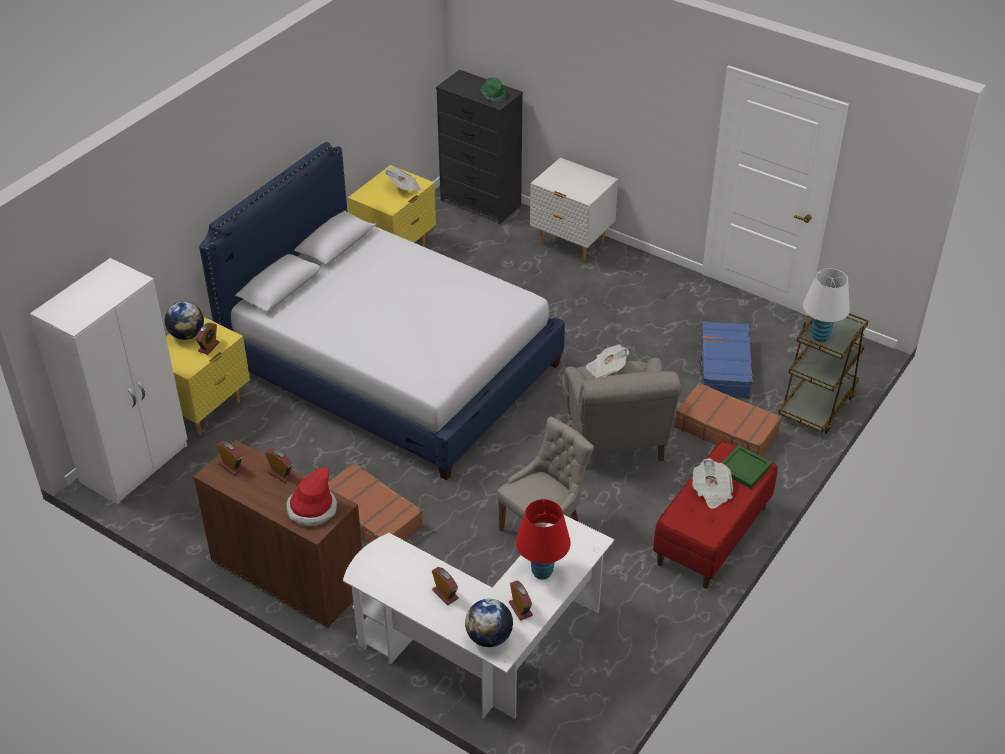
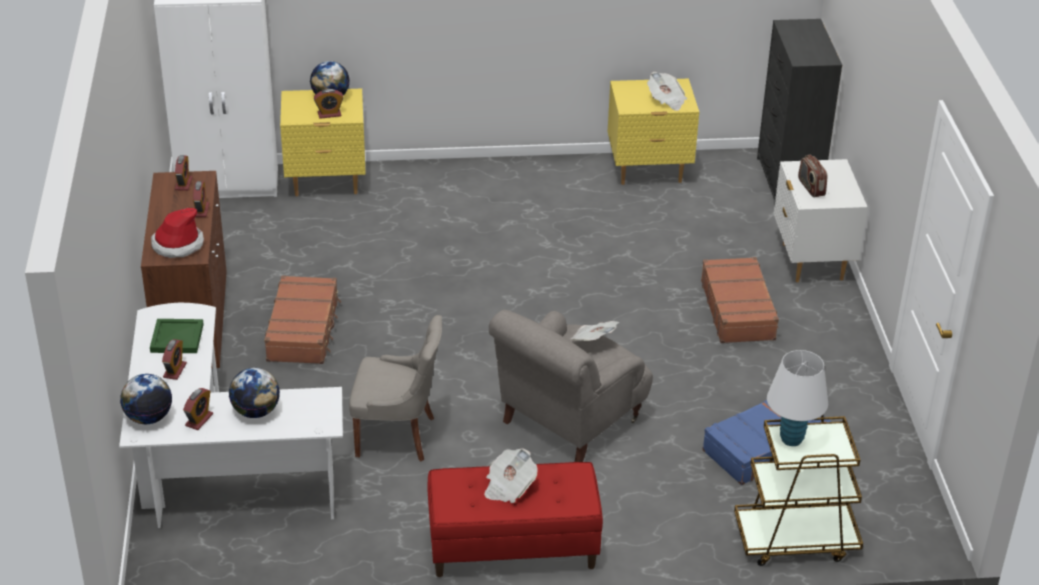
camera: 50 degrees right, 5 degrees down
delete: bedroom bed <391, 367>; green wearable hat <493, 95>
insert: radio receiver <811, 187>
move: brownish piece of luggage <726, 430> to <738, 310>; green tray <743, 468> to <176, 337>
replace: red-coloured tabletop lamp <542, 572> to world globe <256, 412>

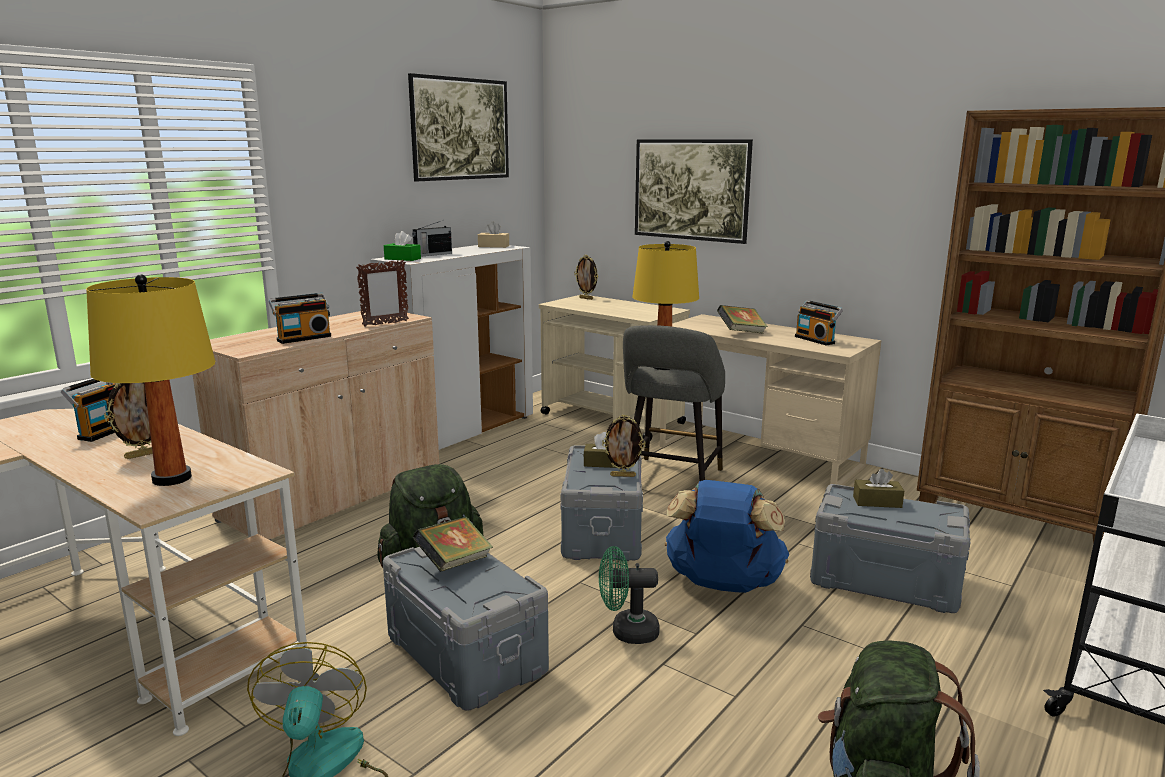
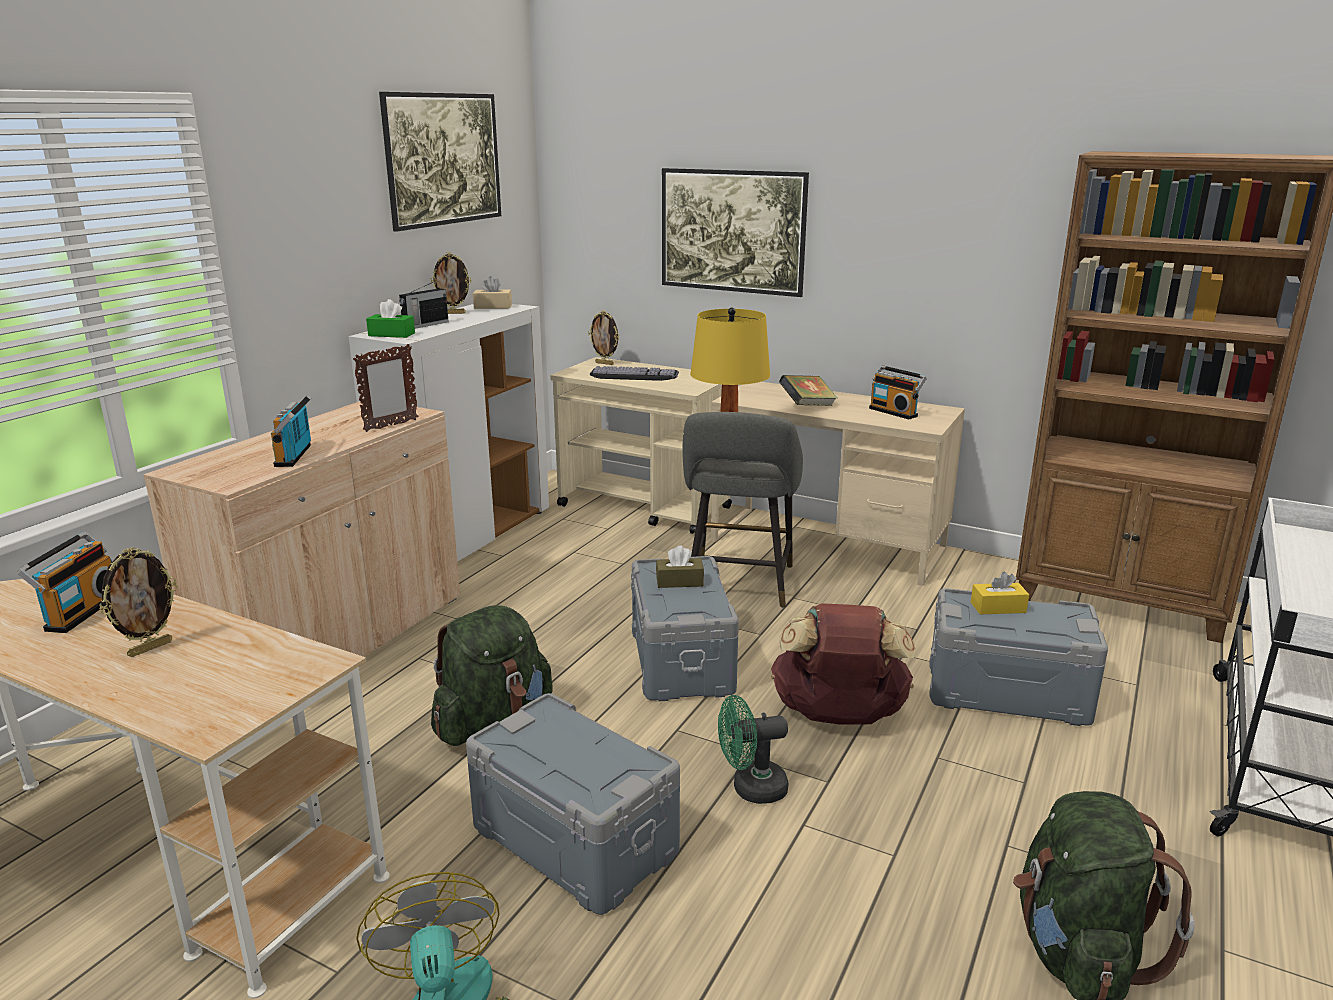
camera: 10 degrees left, 5 degrees up
delete: yellow tabletop lamp <172, 478>; volume <454, 563>
insert: keyboard <632, 375>
move: standing frame <623, 475> to <453, 313>
recolor: blue backpack <722, 585> to brownish backpack <838, 717>; brownish box of tissues <877, 502> to yellow box of tissues <998, 607>
rotate: radio receiver <303, 338> = <296, 456> 135 degrees clockwise

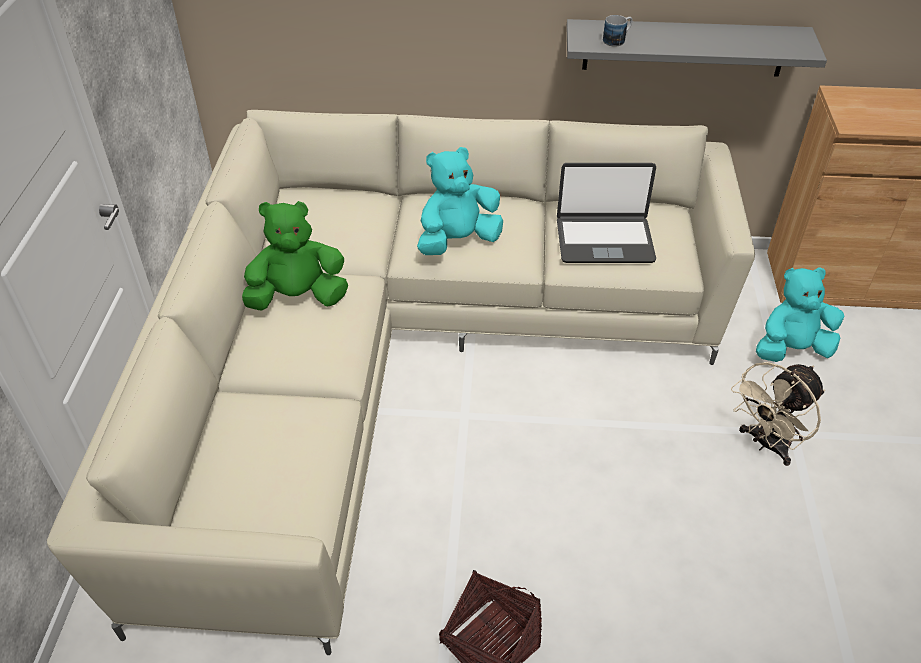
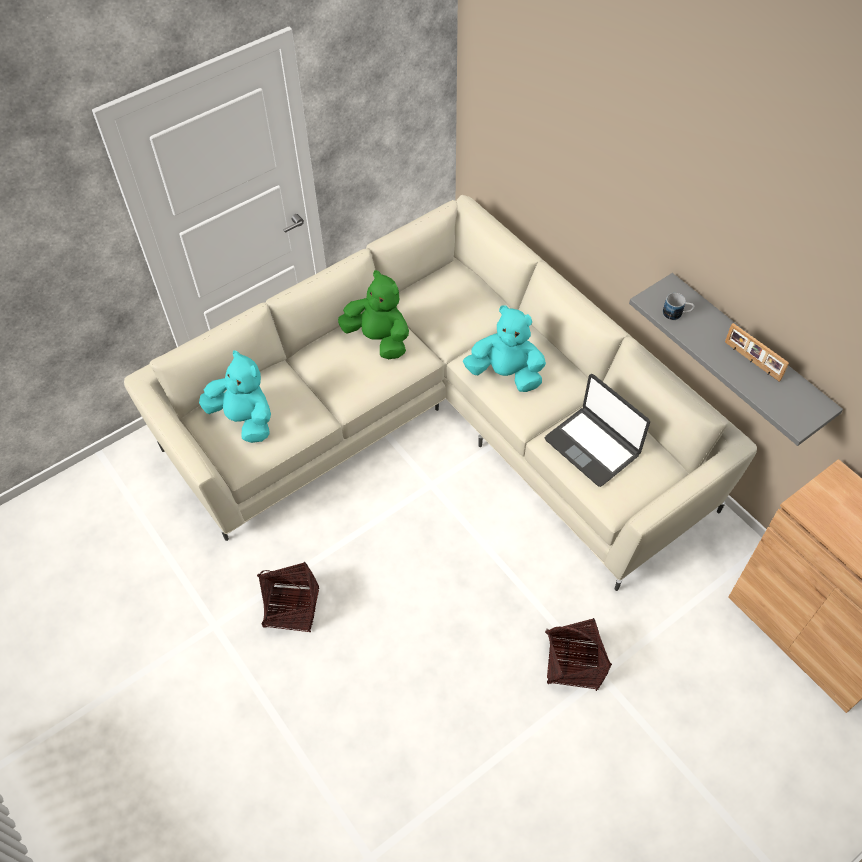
camera: 50 degrees right, 10 degrees up
insert: standing frame <751, 361>
move: turquoise plush toy <791, 349> to <244, 419>
replace: beige-coloured electric fan <766, 444> to household basket <573, 664>

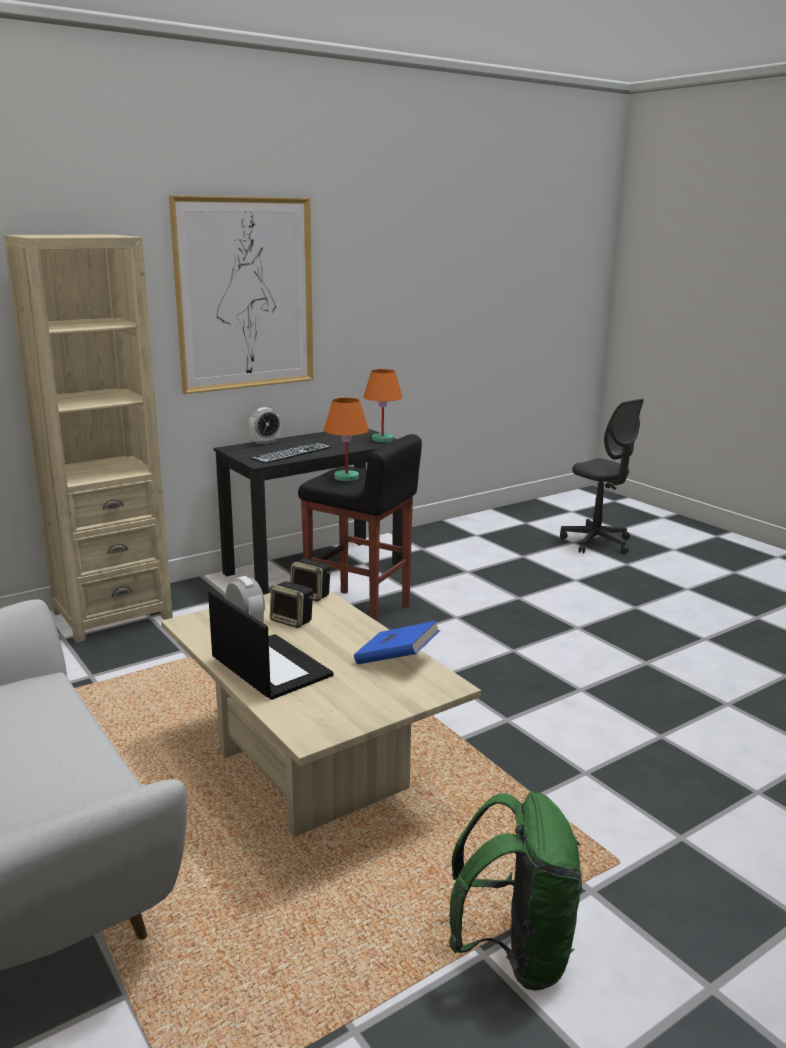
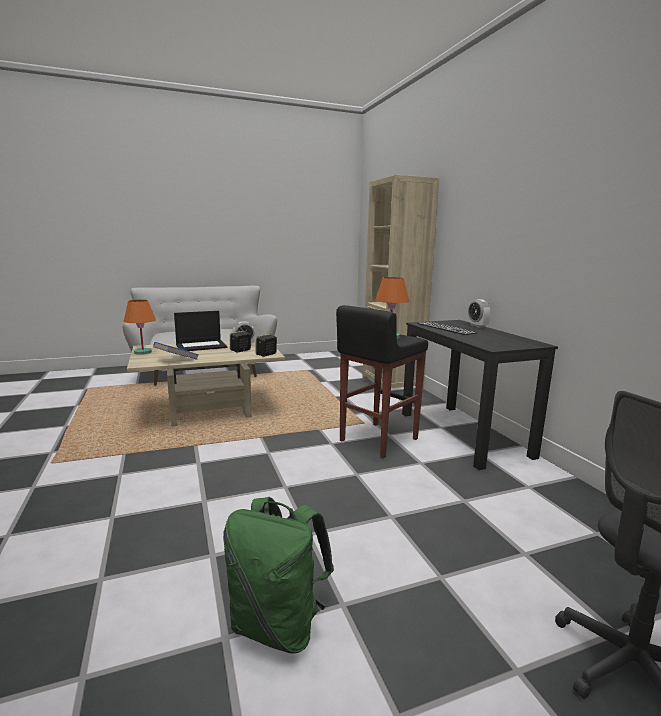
camera: 105 degrees right, 5 degrees down
delete: wall picture <245, 294>
move: orangey tabletop lamp <383, 439> to <142, 352>; green backpack <515, 953> to <278, 625>

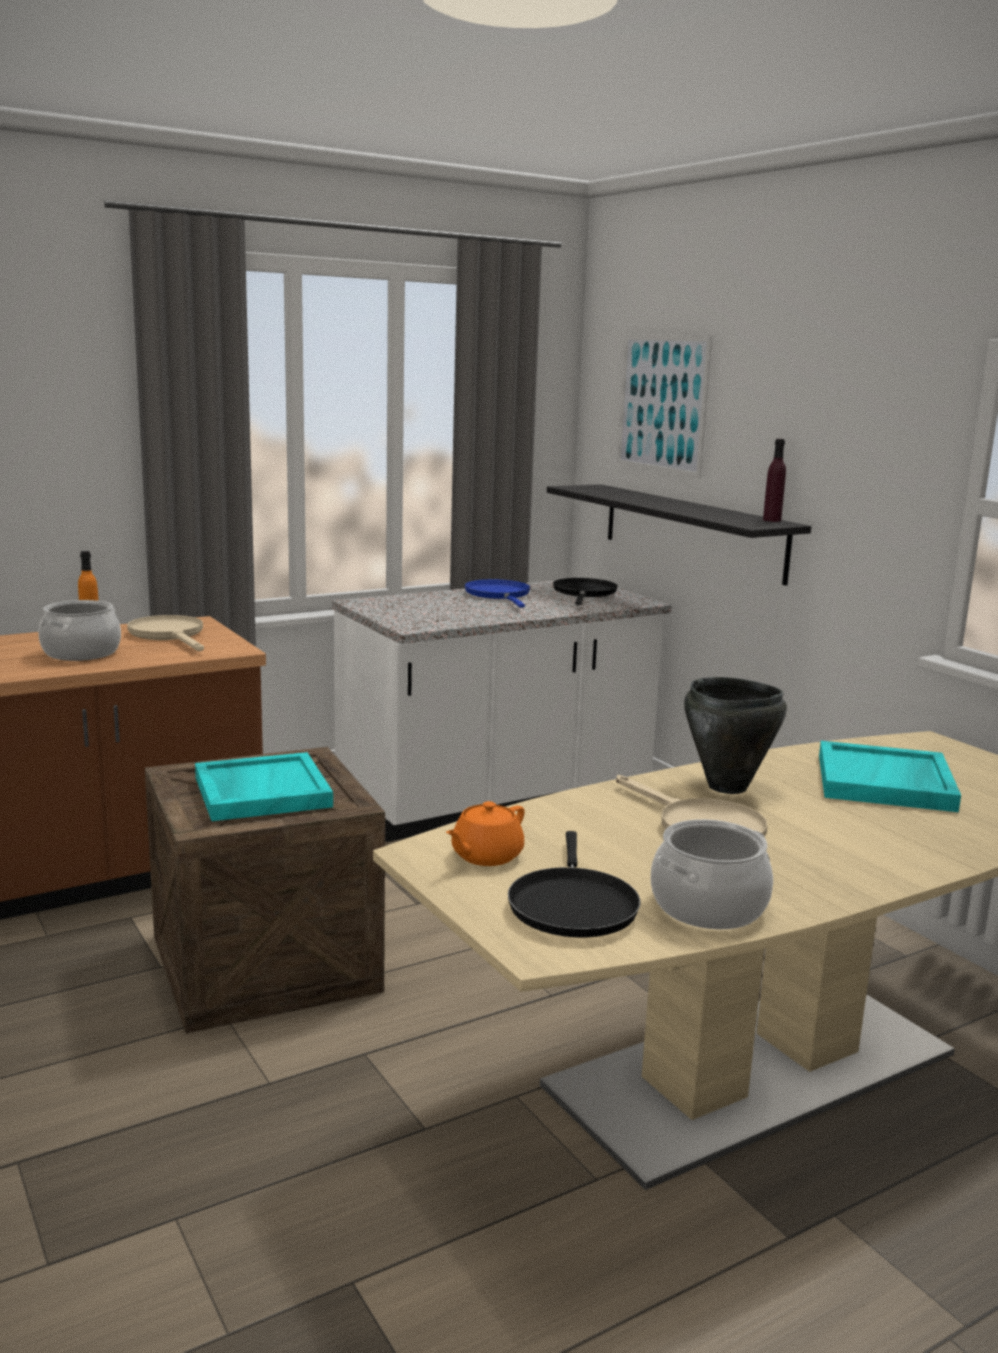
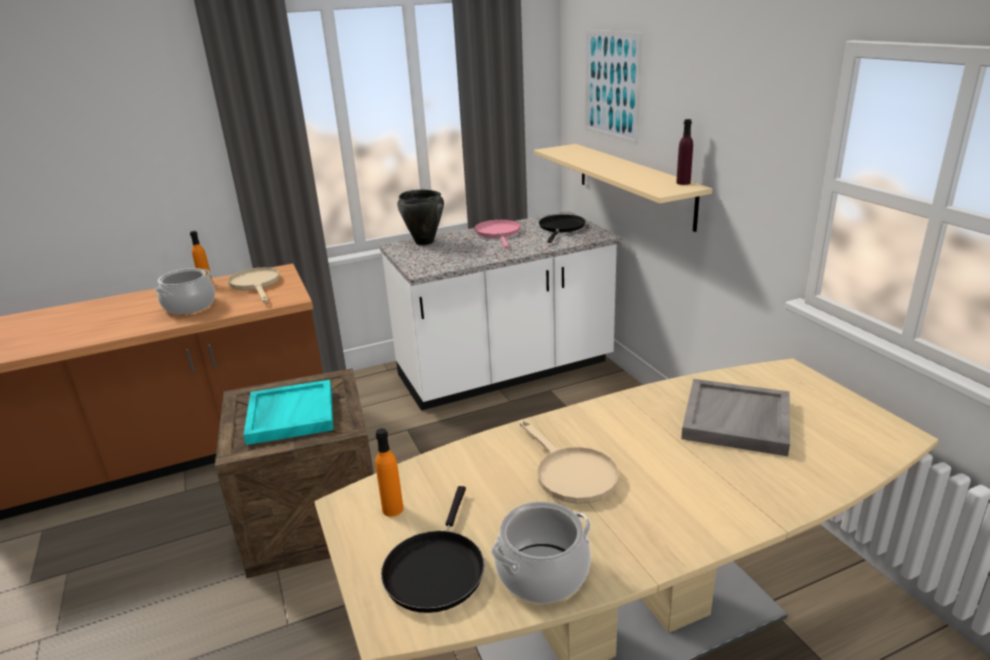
camera: 10 degrees right, 10 degrees up
move: black-coloured saucepot <727, 787> to <424, 242>
replace: orangey teapot <485, 856> to orangey drink bottle <392, 509>
recolor: blue pan <499, 595> to pink-coloured pan <498, 233>; black-coloured shelf <692, 531> to beige-coloured shelf <633, 184>; turquoise tray <886, 783> to gray tray <737, 421>

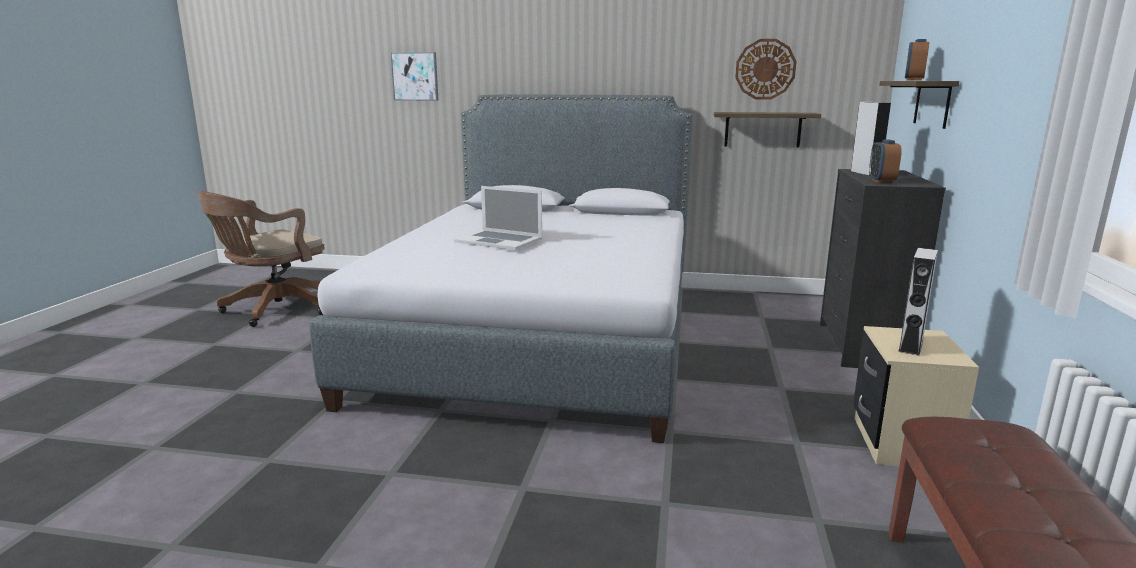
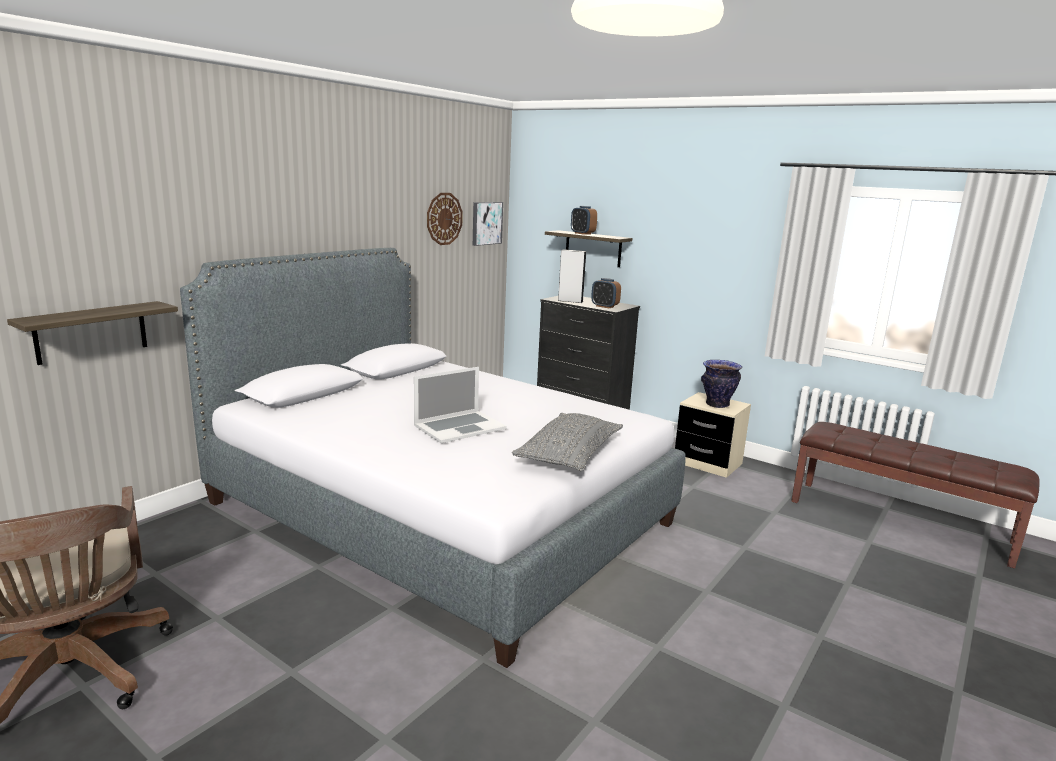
camera: 65 degrees left, 0 degrees up
insert: gray throw pillow <569, 454>
move: wall picture <415, 76> to <486, 223>; shelf <762, 129> to <91, 332>
replace: gray loudspeaker <911, 346> to vase <717, 404>

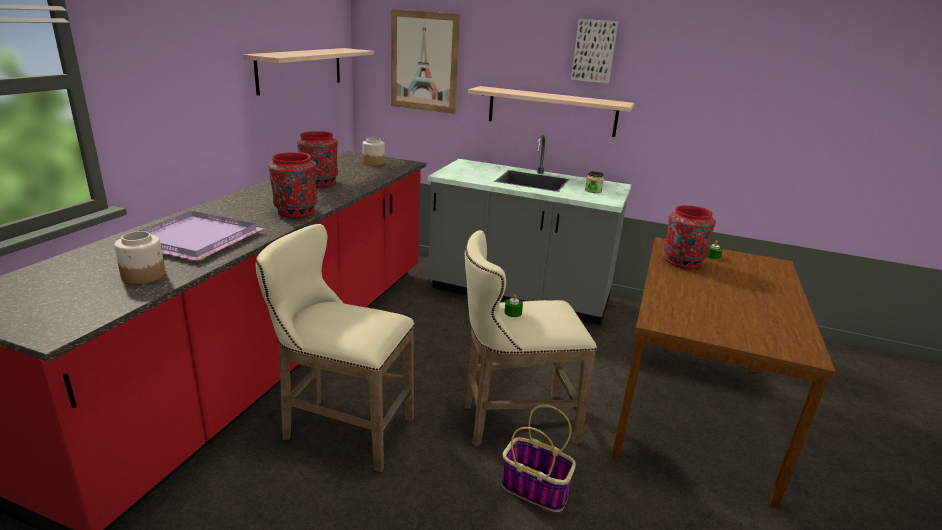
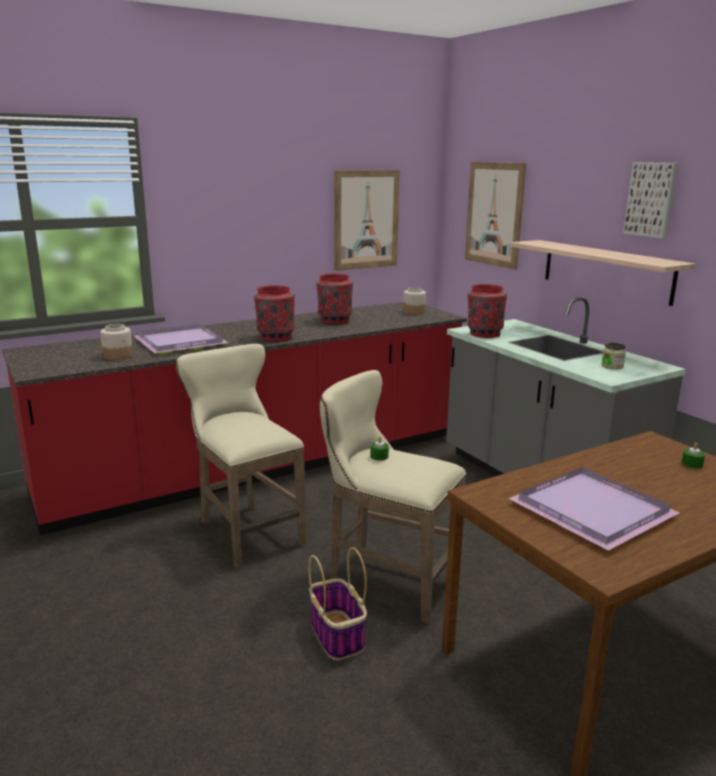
camera: 40 degrees right, 5 degrees down
insert: purple-coloured tray <595, 511>
move: red-coloured vase <682, 262> to <484, 334>
replace: shelf <300, 69> to wall picture <366, 220>

